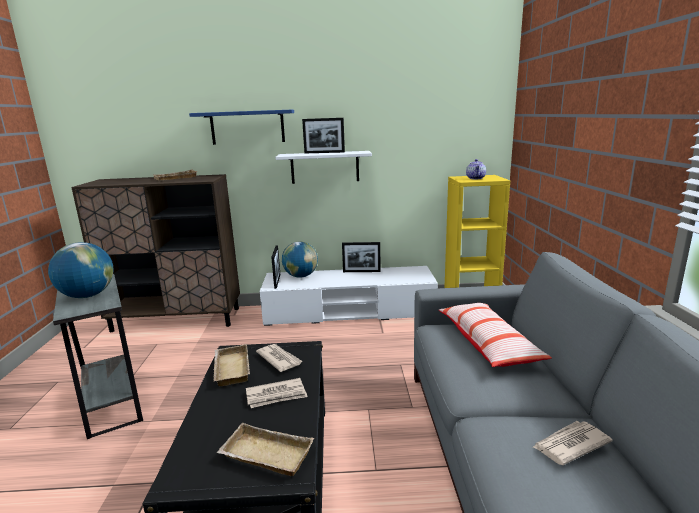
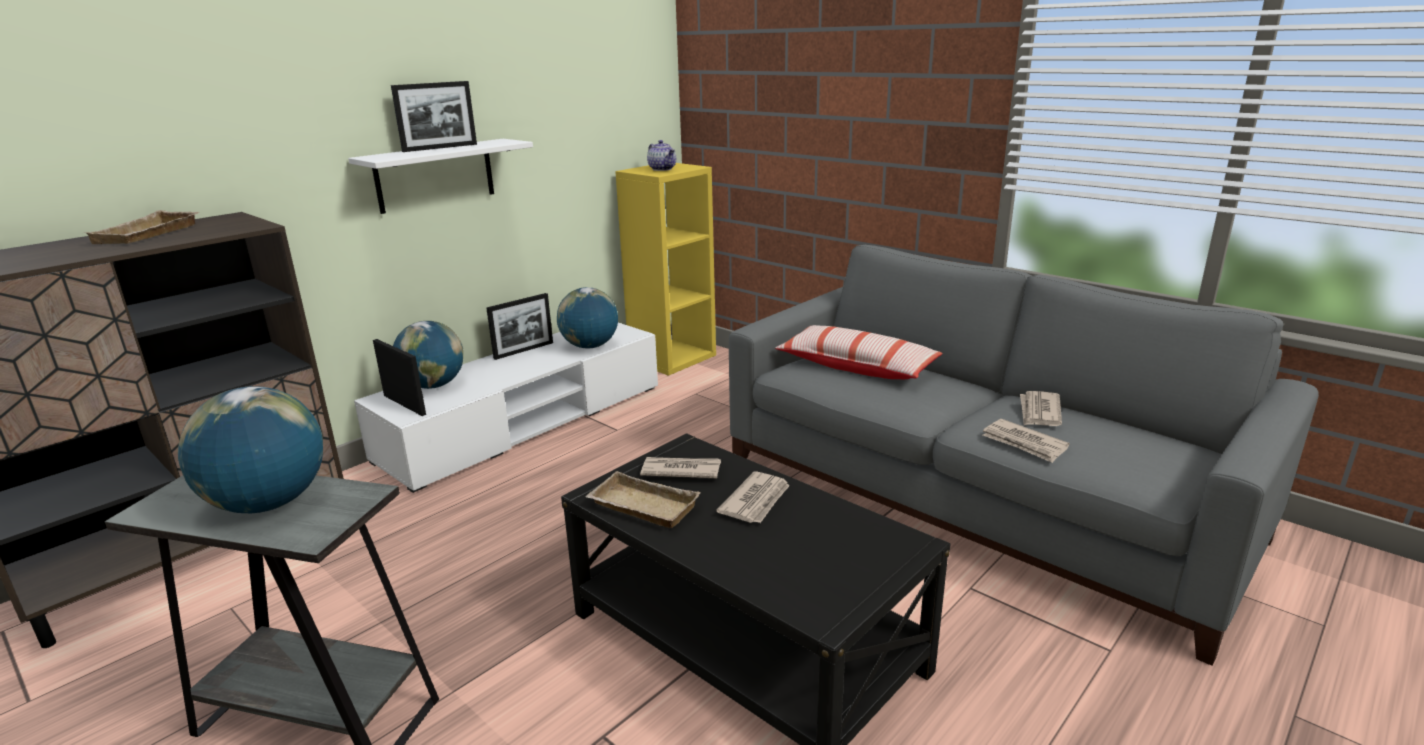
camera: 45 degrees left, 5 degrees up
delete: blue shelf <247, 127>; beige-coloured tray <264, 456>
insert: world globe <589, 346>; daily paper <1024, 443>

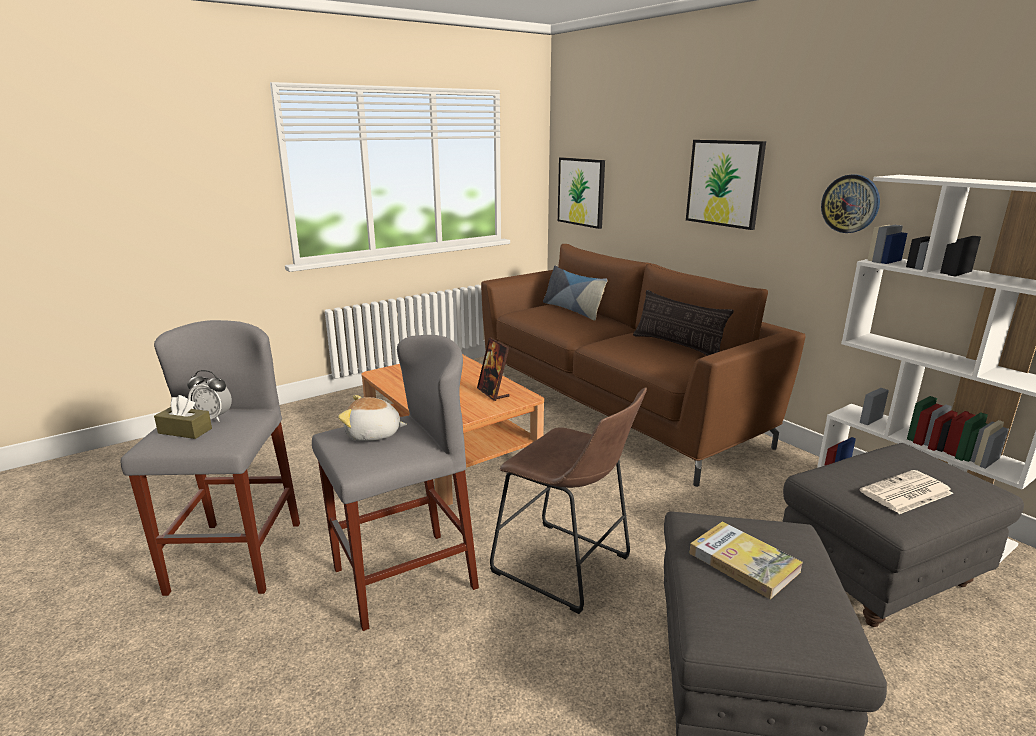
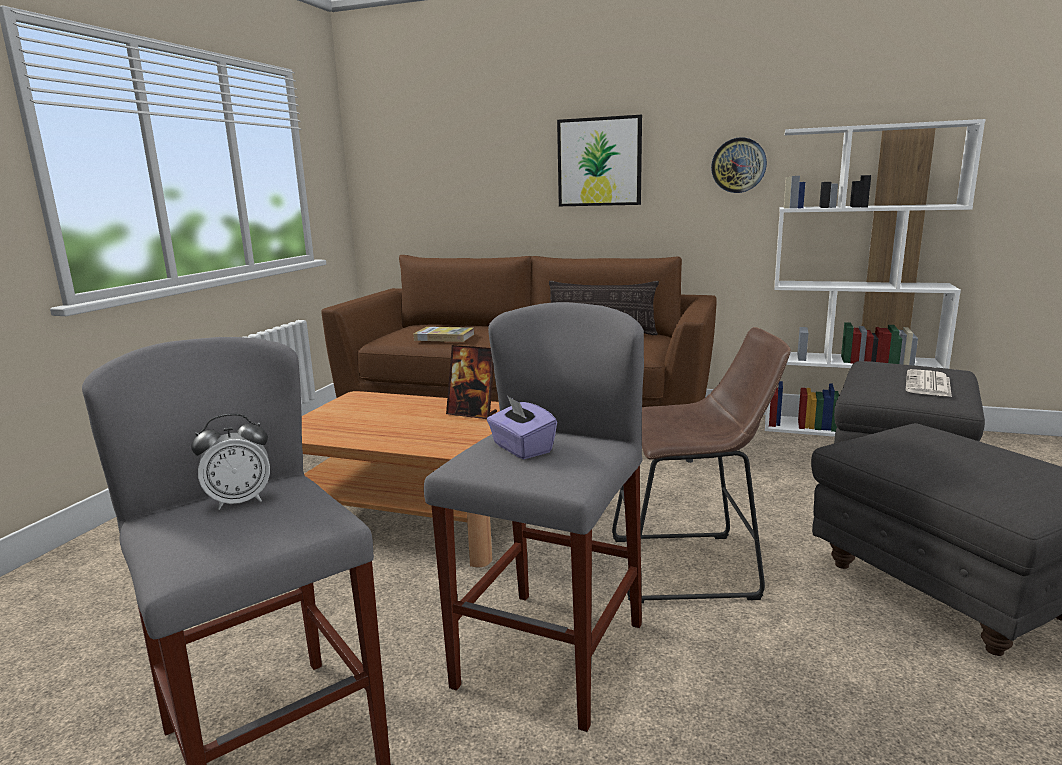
camera: 35 degrees left, 5 degrees down
delete: brownish box of tissues <185, 431>; throw pillow <573, 310>; wall picture <581, 192>
move: volume <743, 562> to <444, 337>
replace: plush toy <373, 434> to purple-coloured box of tissues <521, 448>

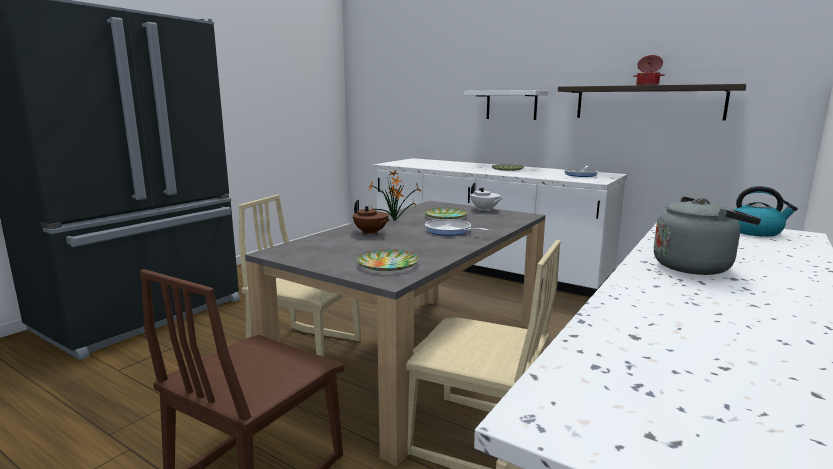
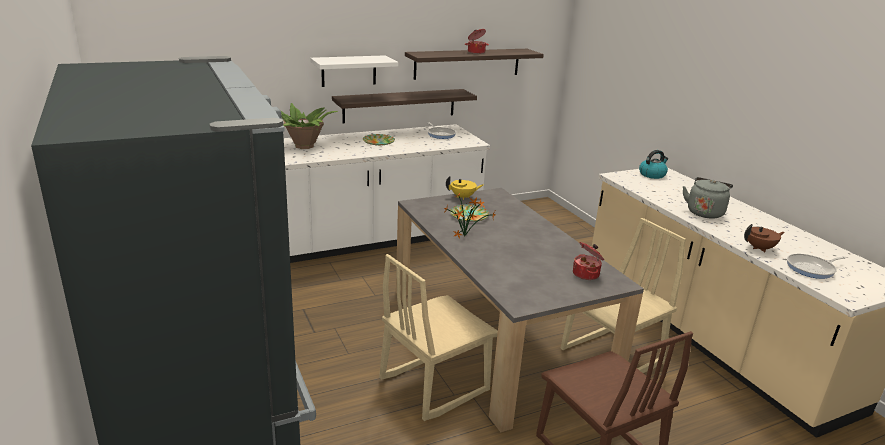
camera: 60 degrees left, 10 degrees up
insert: houseplant <305, 146>; shelf <399, 105>
move: brownish teapot <370, 233> to <760, 248>; pan <450, 231> to <812, 269>
replace: flat dish <388, 264> to saucepot <586, 274>
recolor: white-coloured teapot <485, 210> to yellow teapot <463, 197>

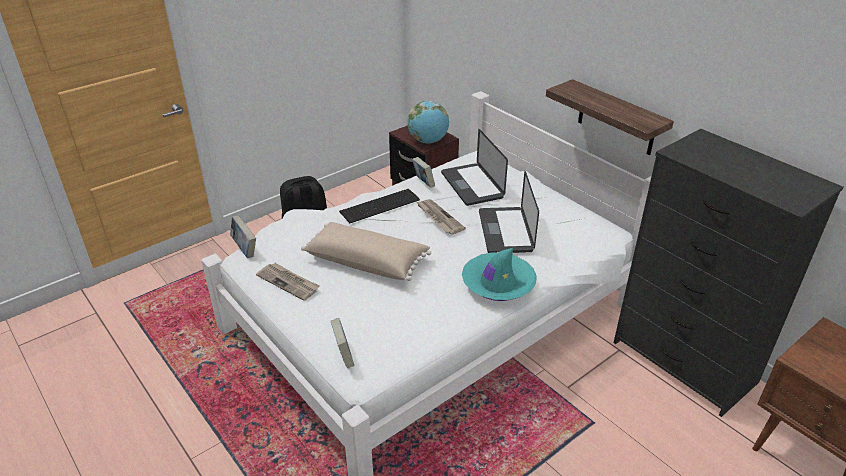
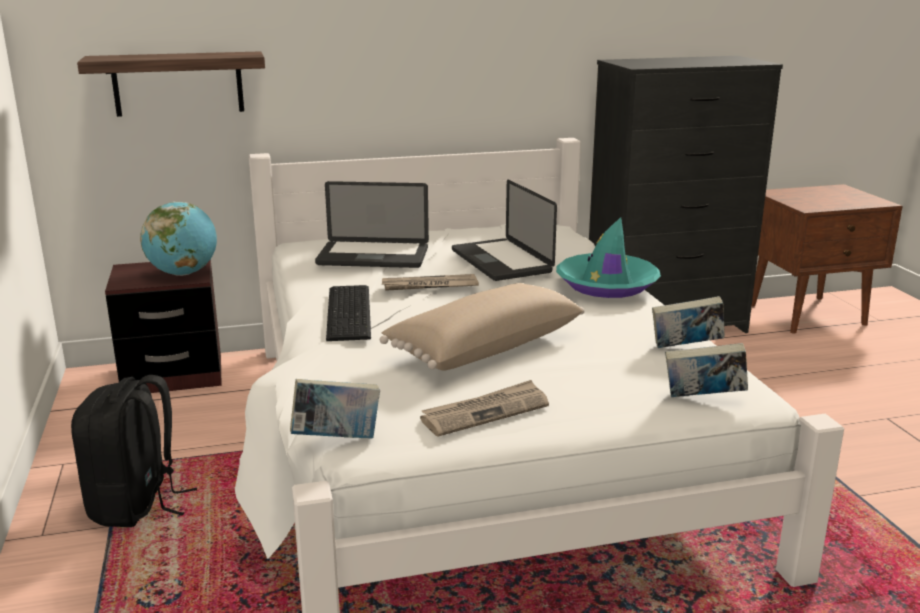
camera: 65 degrees left, 15 degrees down
move: volume <423, 183> to <685, 348>; shelf <616, 118> to <178, 84>
rotate: laptop <505, 231> = <501, 261> 45 degrees clockwise

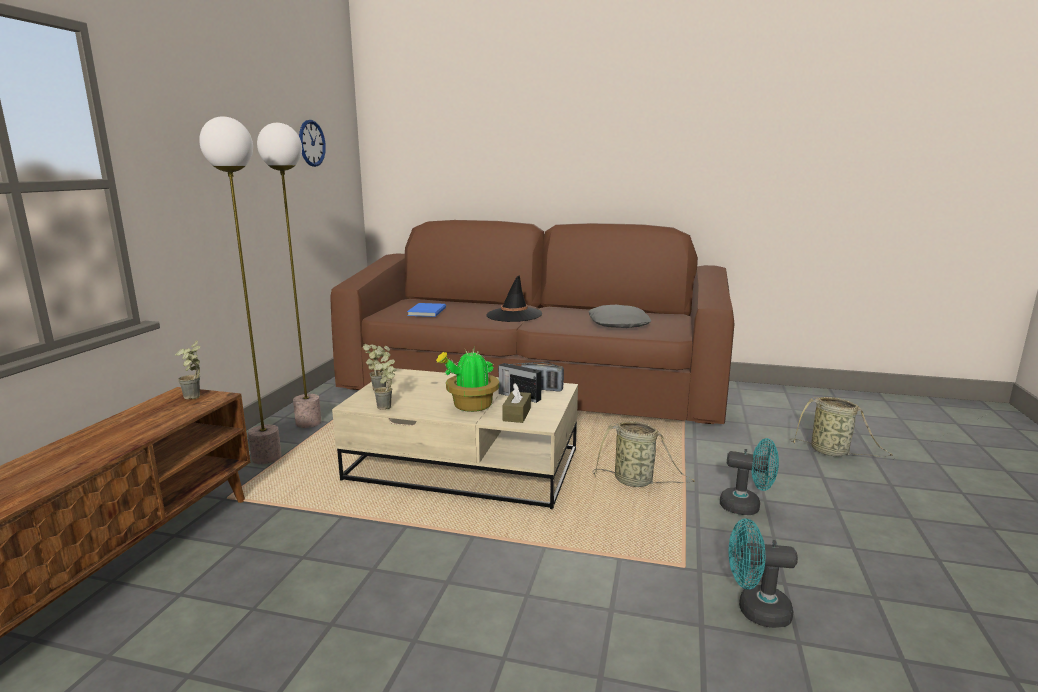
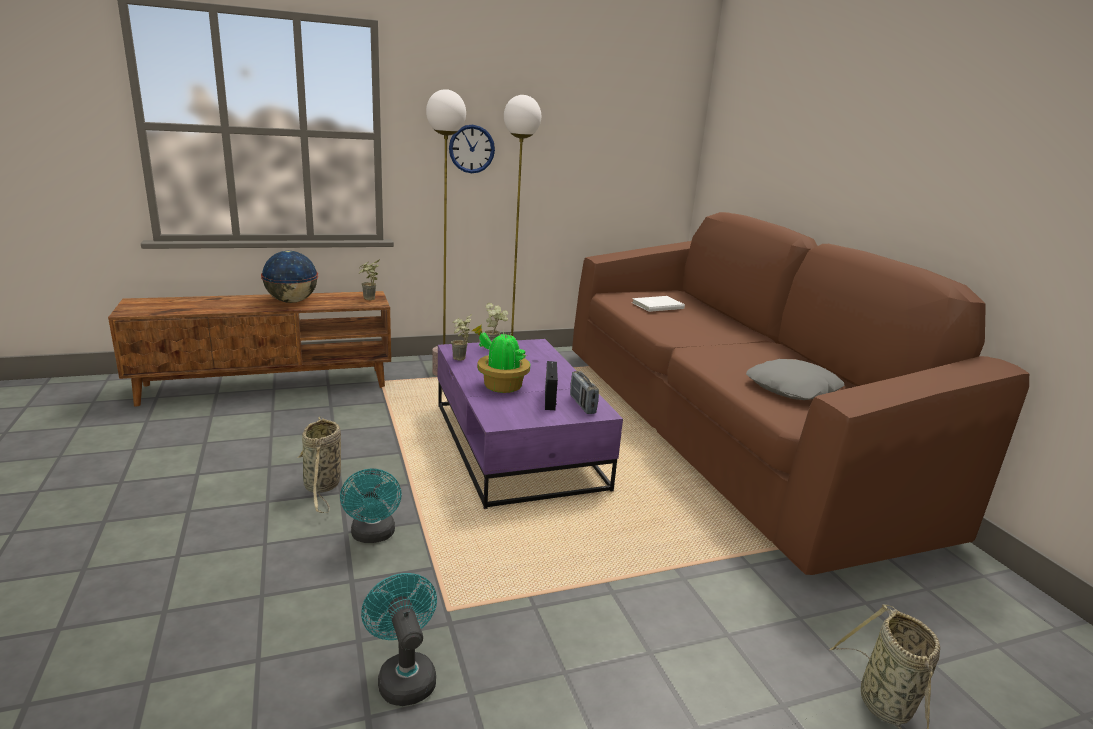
camera: 55 degrees right, 5 degrees up
delete: black-coloured wearable hat <514, 315>; brownish box of tissues <517, 414>
insert: world globe <292, 301>
move: wall clock <311, 143> to <471, 149>; household basket <636, 481> to <322, 487>; turquoise electric fan <747, 507> to <373, 536>
recolor: beige-coloured coffee table <465, 465> to purple-coloured coffee table <518, 446>; blue volume <425, 311> to white-coloured volume <656, 305>

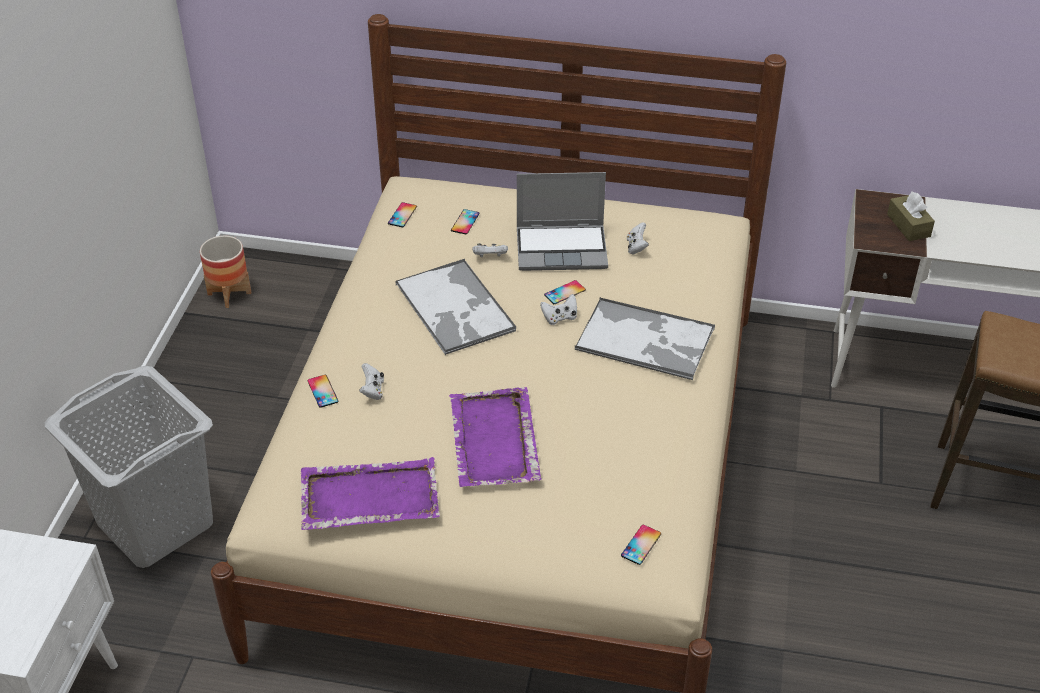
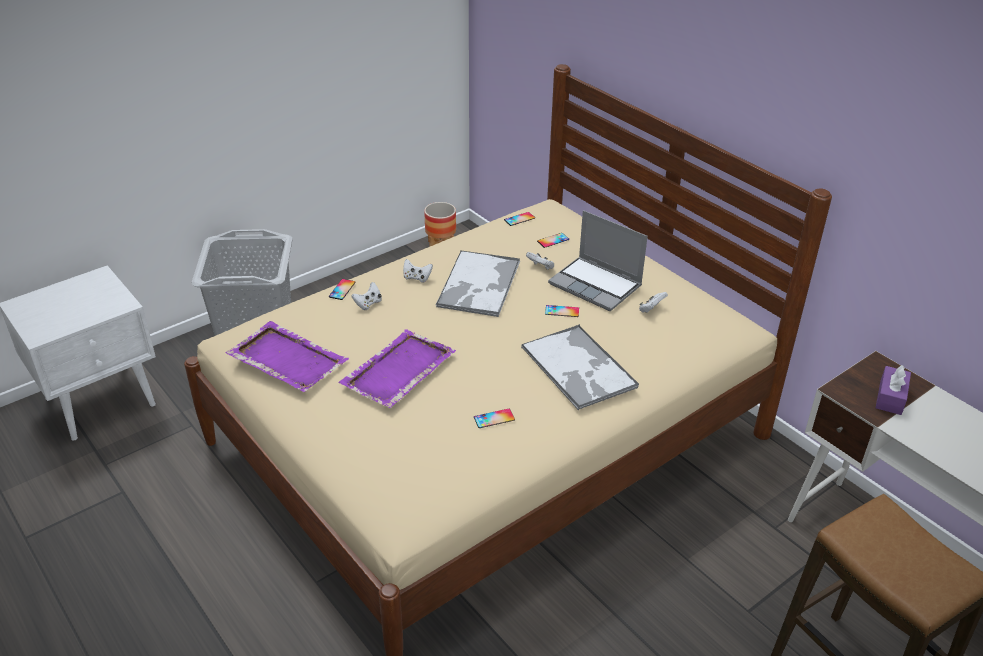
camera: 40 degrees right, 5 degrees down
move: white-coloured joypad <560, 318> to <417, 278>; handset <641, 545> to <494, 418>
recolor: brownish box of tissues <908, 225> to purple-coloured box of tissues <890, 397>

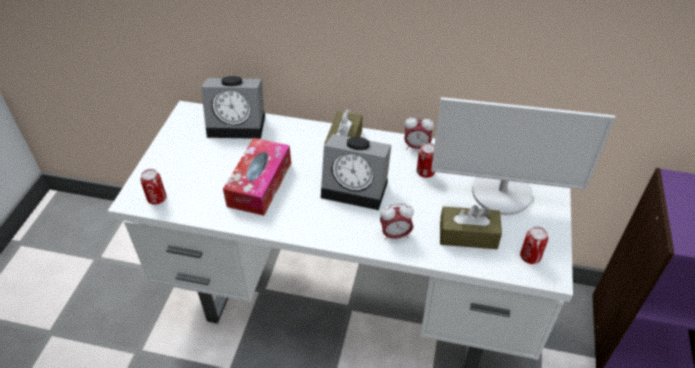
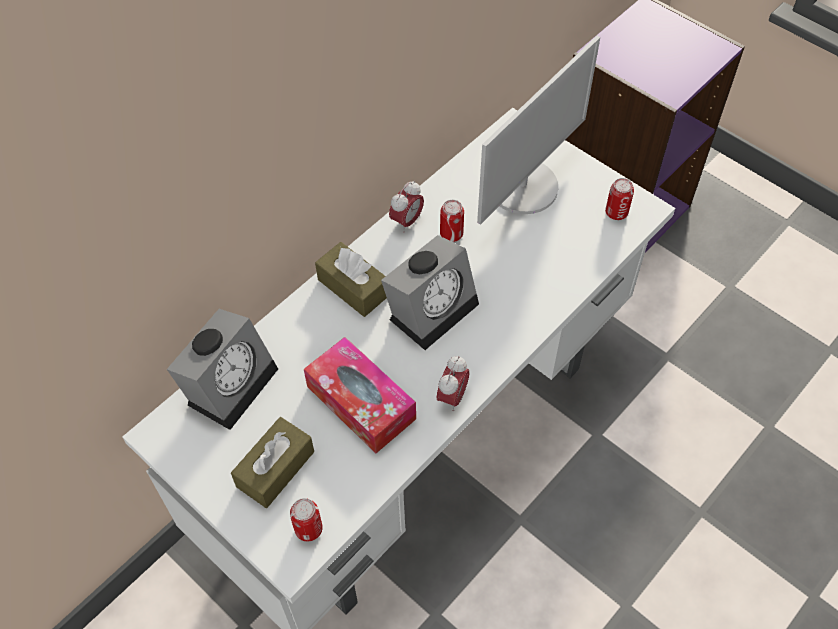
camera: 60 degrees left, 10 degrees up
move: alarm clock <395, 235> to <452, 396>; brownish box of tissues <468, 235> to <275, 469>

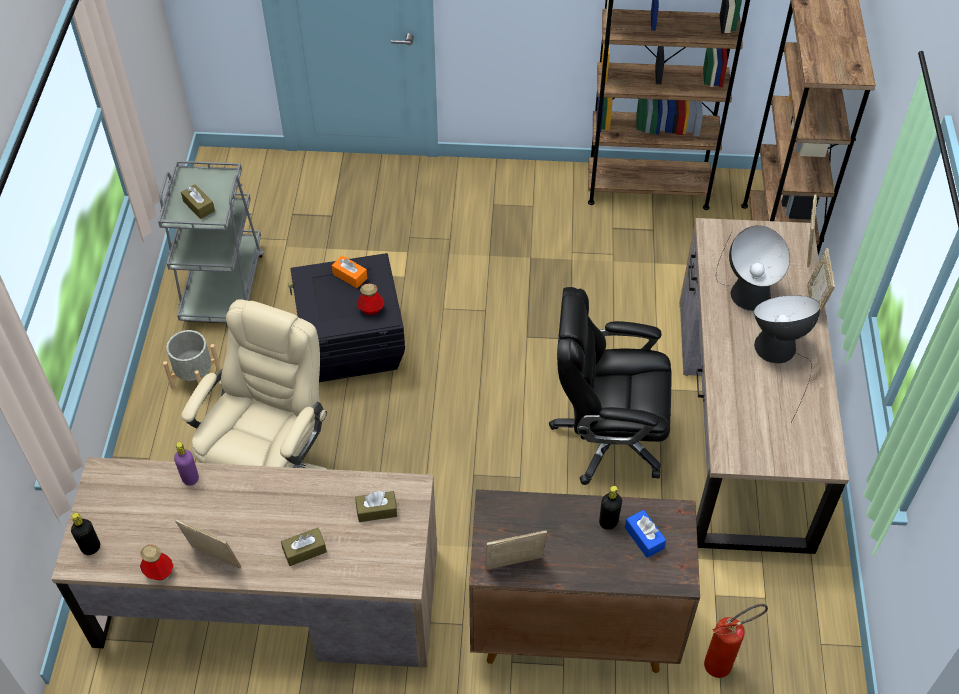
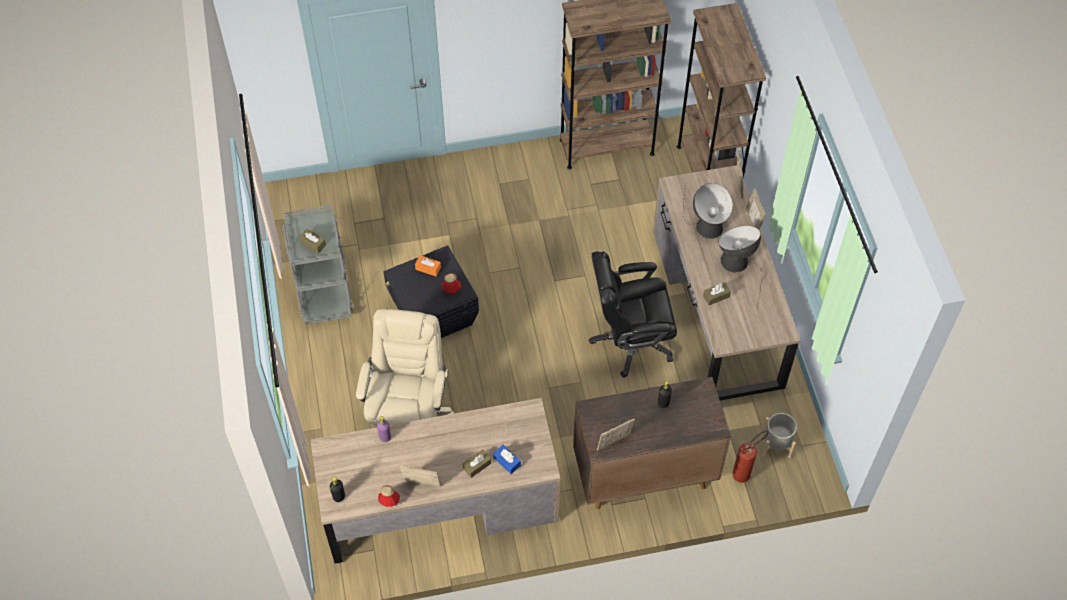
camera: 15 degrees left, 5 degrees up
move: gray plant pot <195, 378> to <776, 444>; brownish box of tissues <376, 510> to <716, 296>; blue box of tissues <644, 538> to <507, 461>

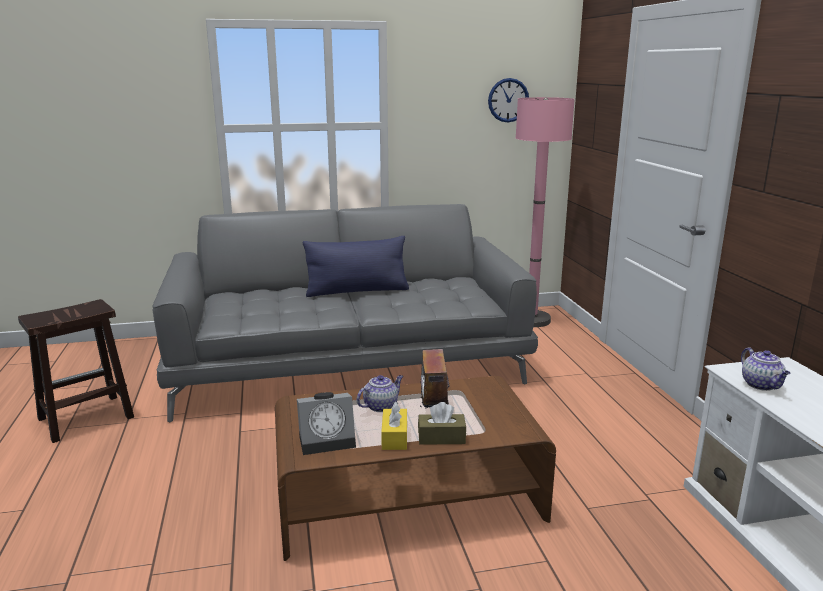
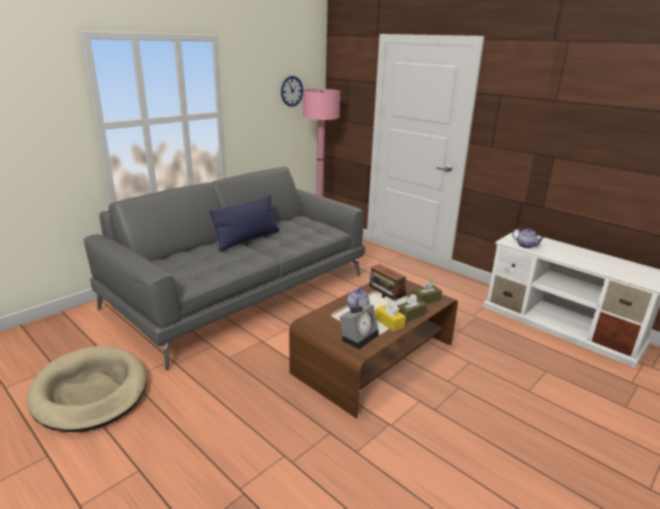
camera: 35 degrees left, 5 degrees up
insert: brownish box of tissues <426, 299>
replace: brownish stool seat <84, 418> to beige-coloured pet bed <90, 392>

